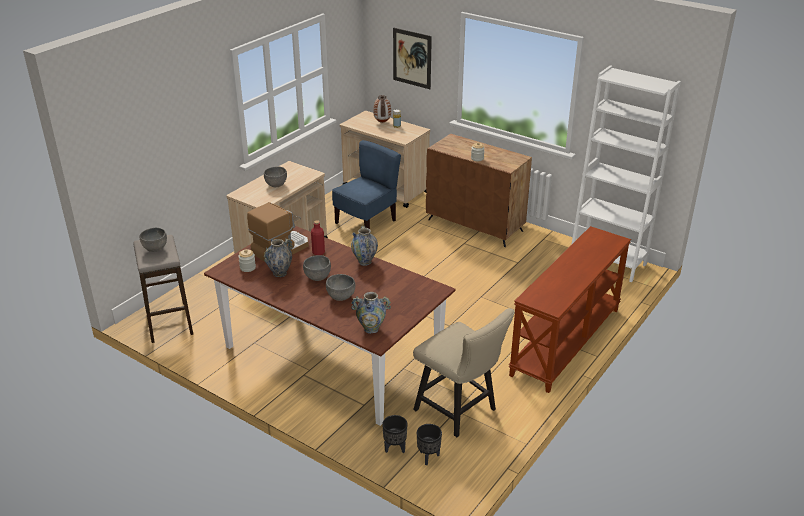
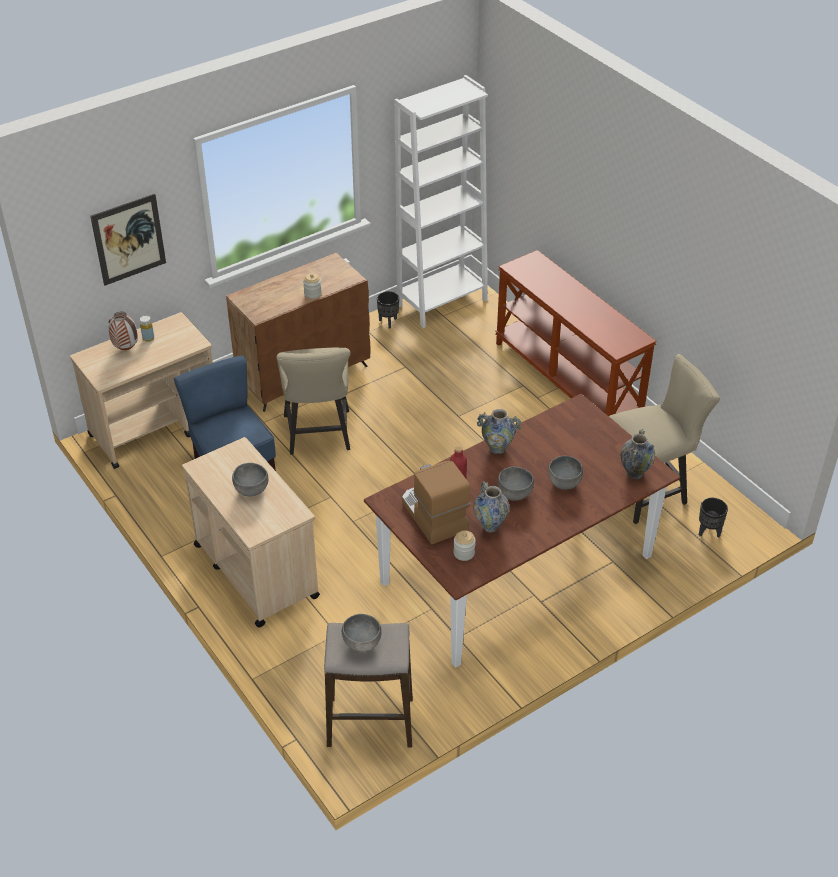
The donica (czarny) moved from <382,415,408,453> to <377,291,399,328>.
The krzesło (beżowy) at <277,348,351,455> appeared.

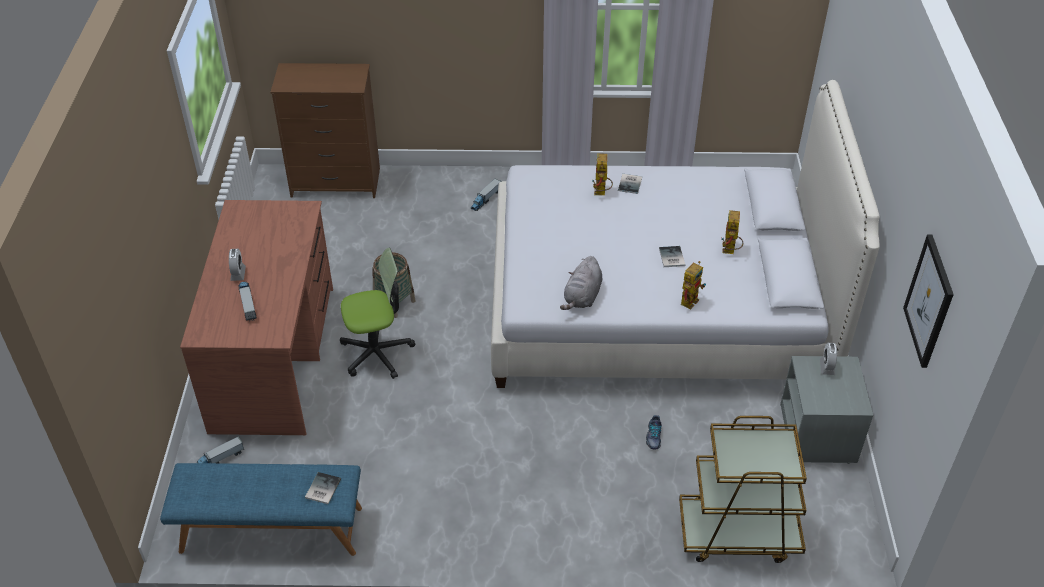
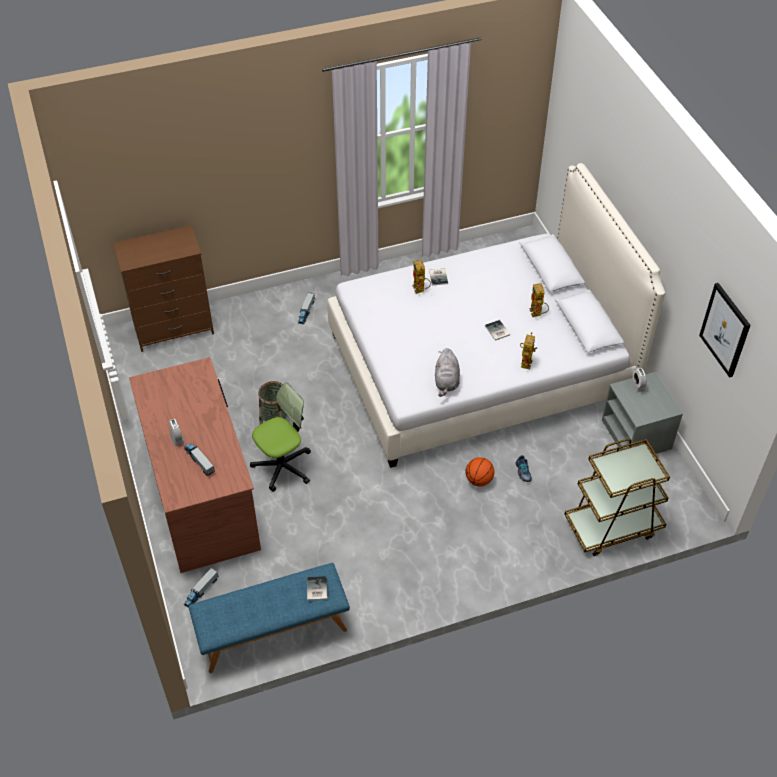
The piłka do koszykówki at <465,457,495,486> appeared.

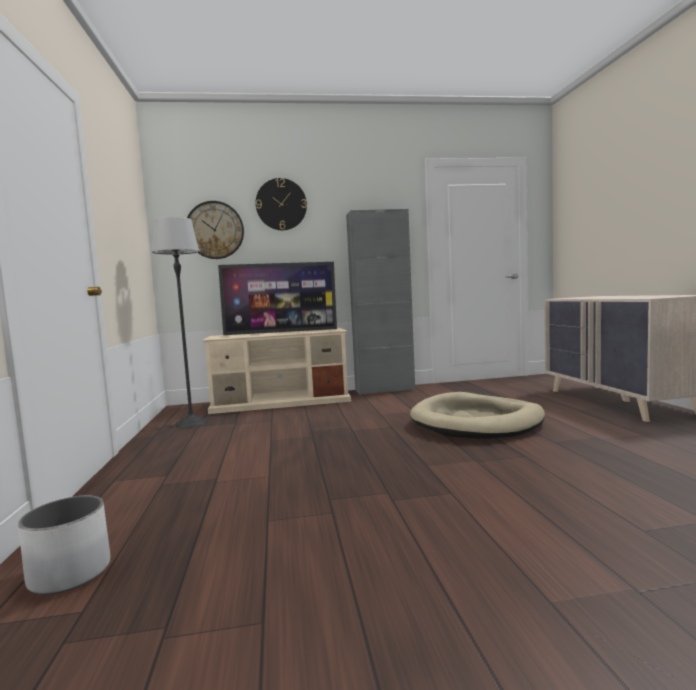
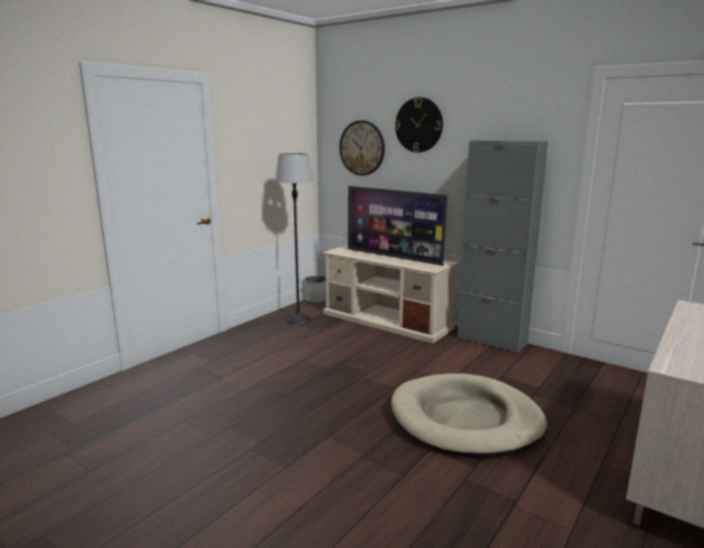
The donica (biały) moved from <18,495,110,595> to <304,276,326,303>.

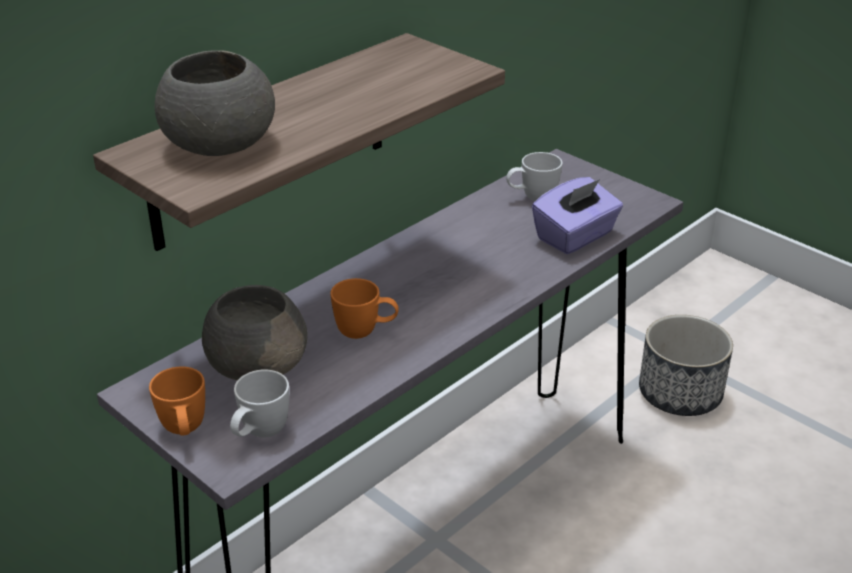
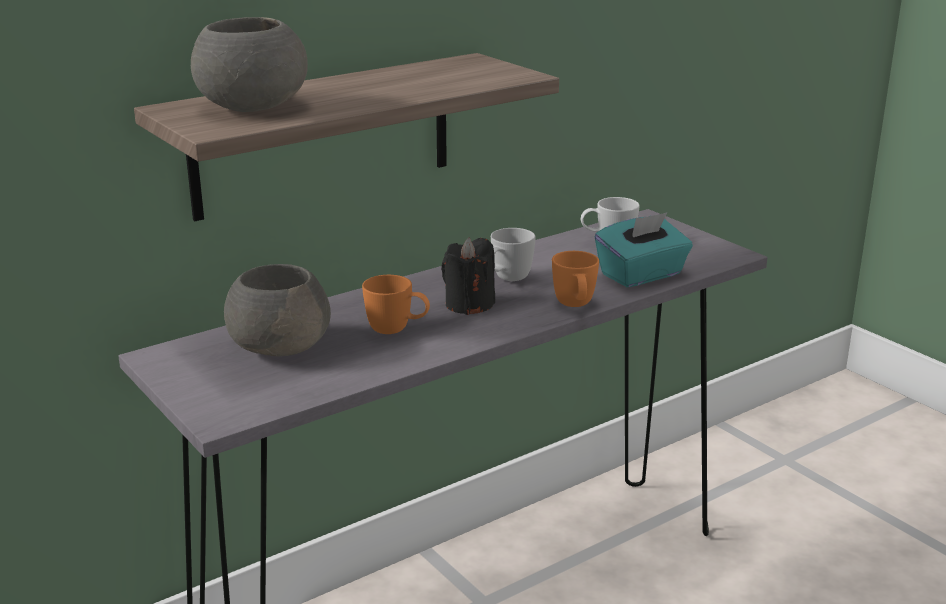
The pudełko chusteczek (fioletowy) at <532,177,623,254> became the pudełko chusteczek (turkusowy) at <595,212,693,287>.
The donica at <639,315,733,416> disappeared.
The kubek (pomarańczowy) moved from <149,367,205,436> to <552,251,599,307>.
The kubek (biały) moved from <230,370,289,438> to <491,228,536,281>.
The świeca (czarny) at <441,237,495,315> appeared.

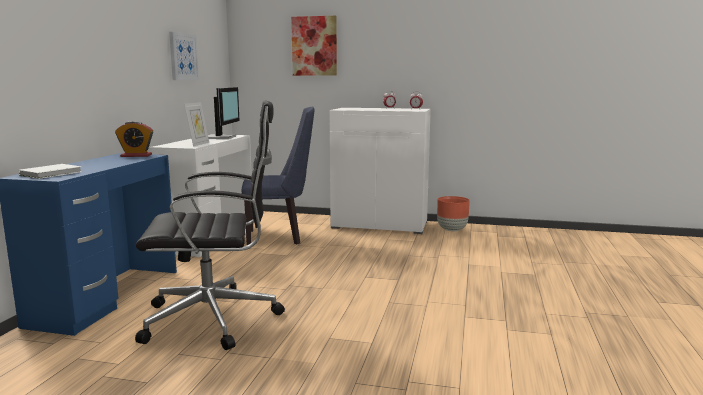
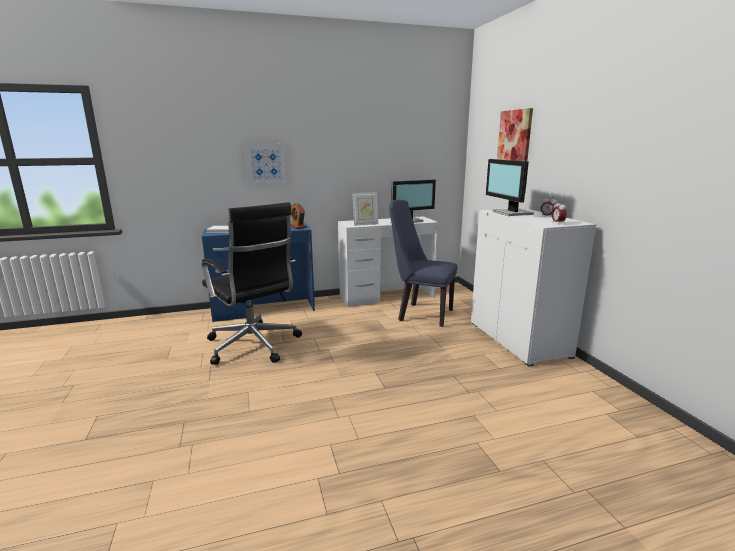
The obraz moved from <169,32,199,80> to <245,144,287,185>.
The krzesło (niebieski) at <242,107,315,245> turned 150 degrees clockwise.
The donica (brązowy) at <437,196,470,231> disappeared.
The monitor at <486,159,534,216> appeared.

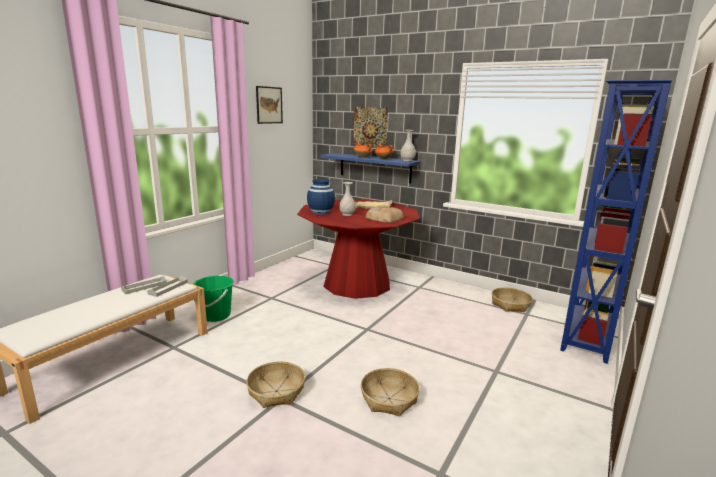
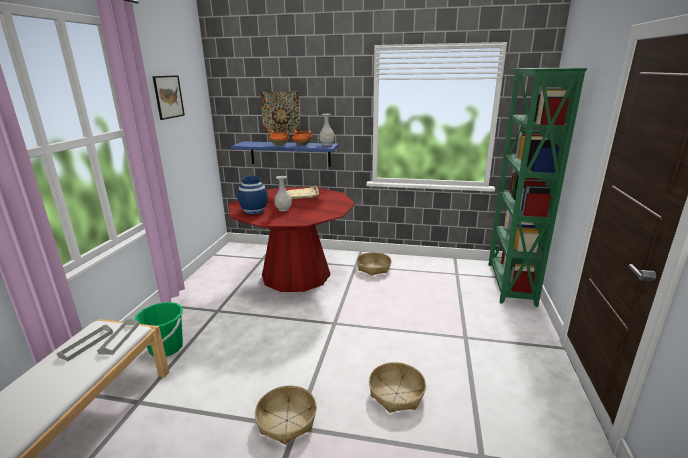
The regał (niebieski) at <560,80,672,364> became the regał (zielony) at <488,68,587,307>.
The chleb at <366,206,404,223> disappeared.
The koszyk moved from <492,287,533,312> to <357,252,392,276>.

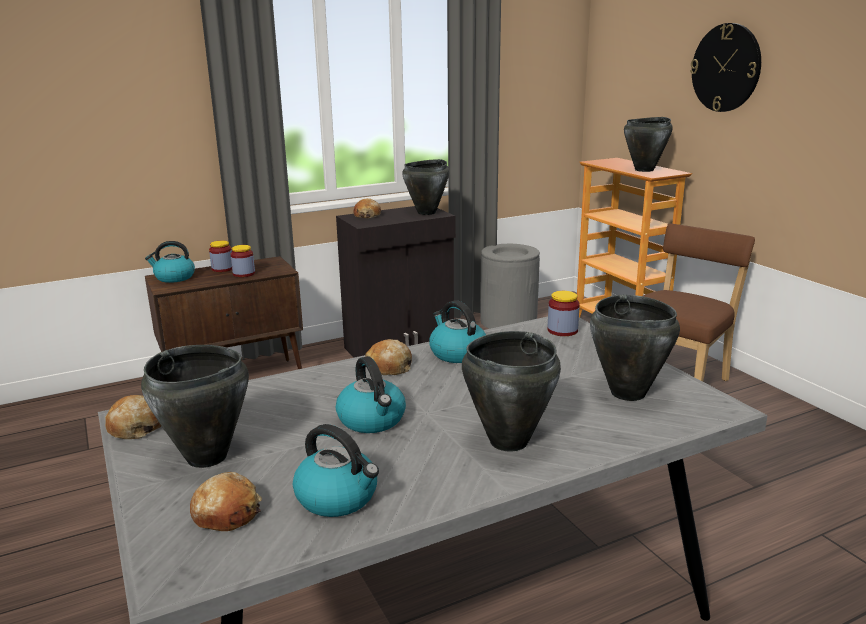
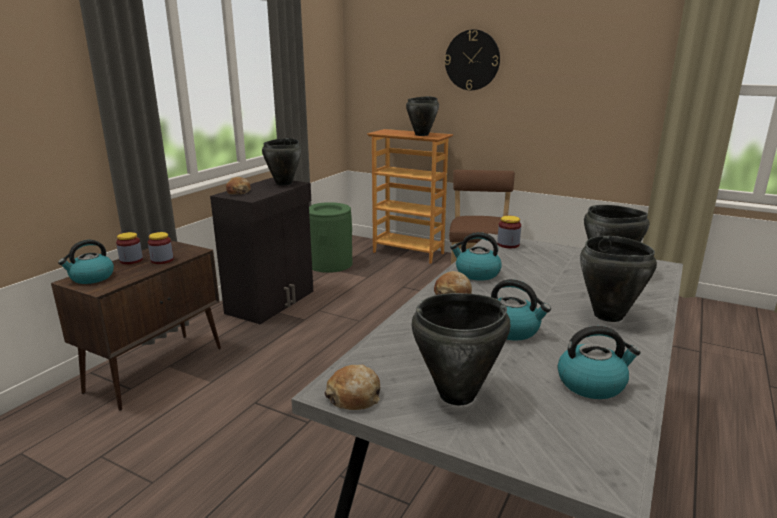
The kosz na śmieci (szary) at <480,244,540,329> became the kosz na śmieci (zielony) at <309,202,352,273>.
The chleb at <190,472,262,531> disappeared.

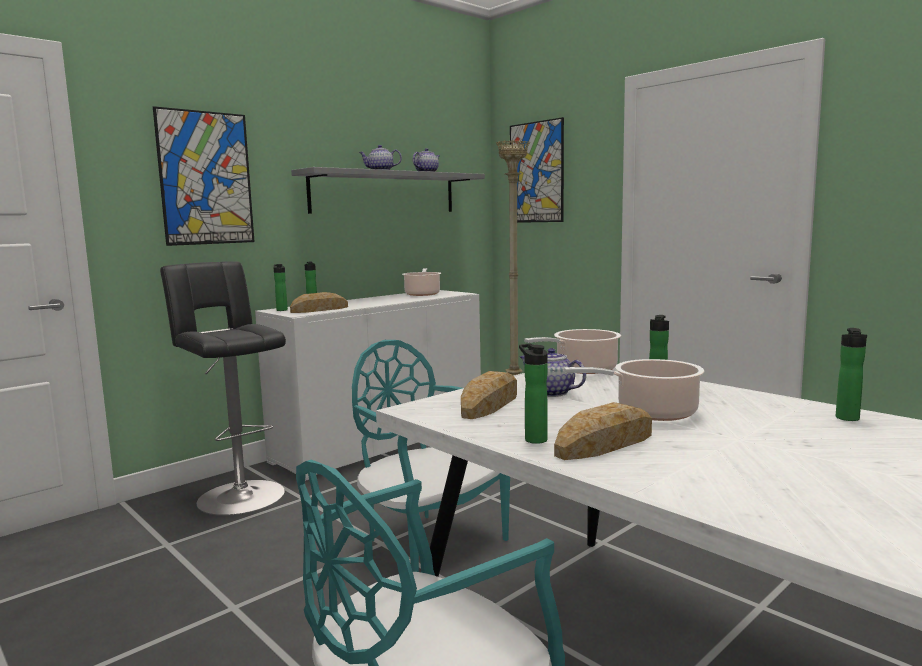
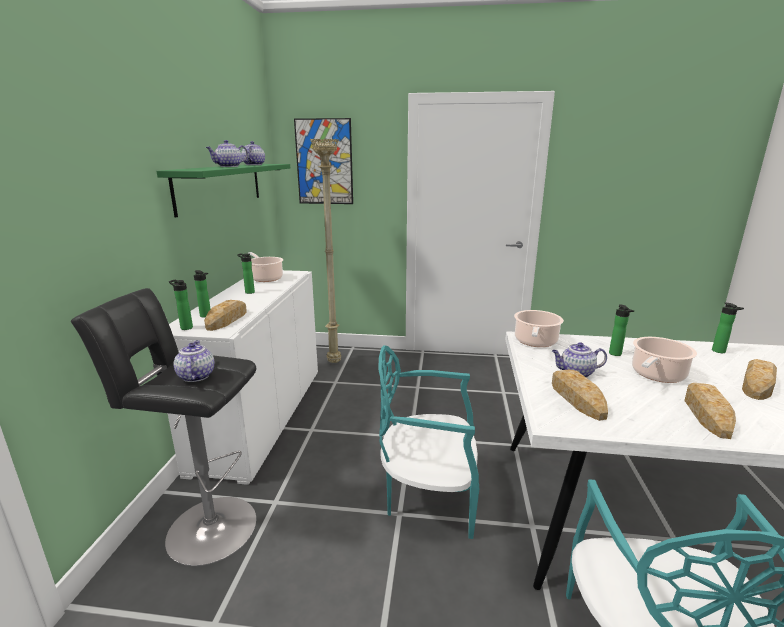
The obraz at <153,106,255,246> disappeared.
The półka (szary) at <291,167,485,214> became the półka (zielony) at <157,164,290,217>.
The butelka moved from <519,344,548,444> to <237,253,255,294>.
The imbryk at <174,341,214,382> appeared.
The chleb at <742,359,777,400> appeared.

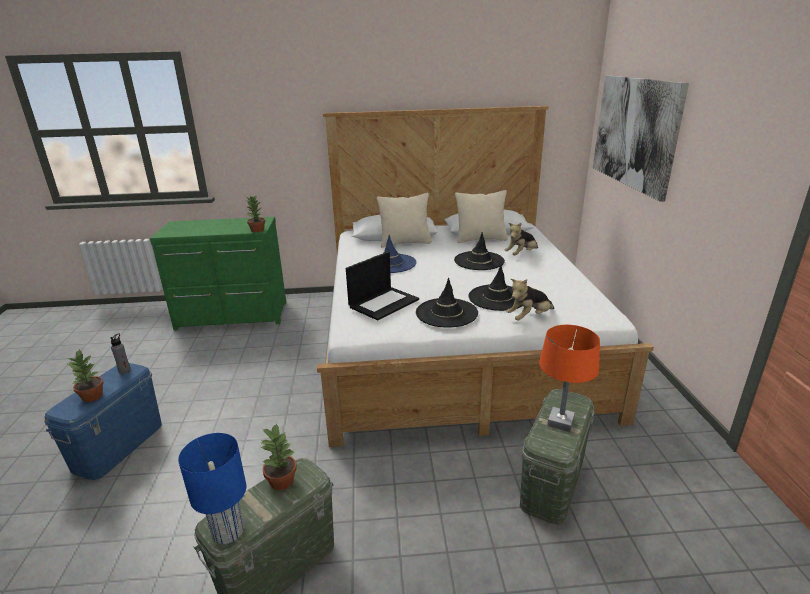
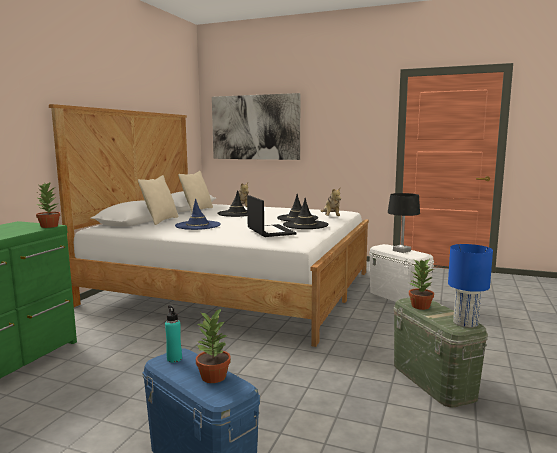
The lampa stołowa (pomarańczowy) at <539,325,600,432> became the lampa stołowa (czarny) at <388,193,420,253>.
The butelka (szary) at <110,333,131,374> became the butelka (turkusowy) at <165,305,182,363>.
The pojemnik do przechowywania (zielony) at <520,389,594,525> became the pojemnik do przechowywania (biały) at <369,244,434,302>.

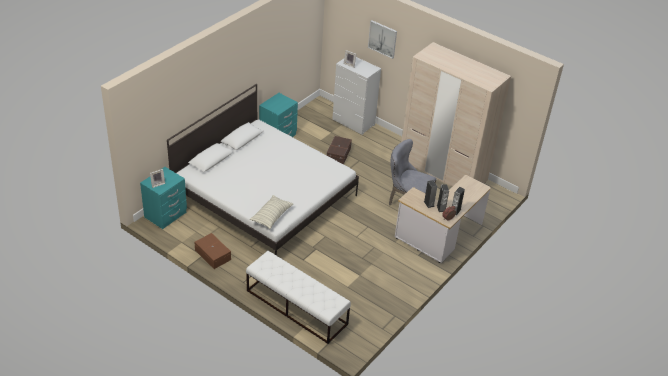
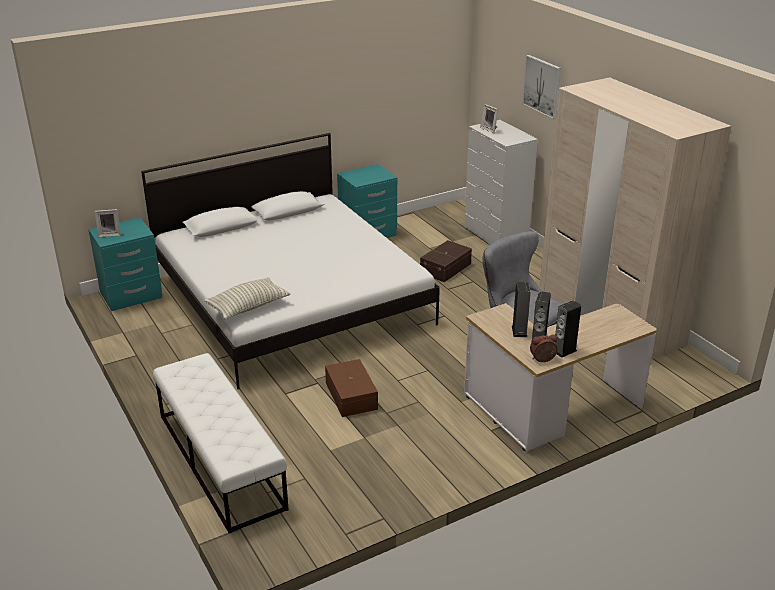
The pojemnik do przechowywania (brązowy) moved from <194,233,231,269> to <325,359,378,417>.

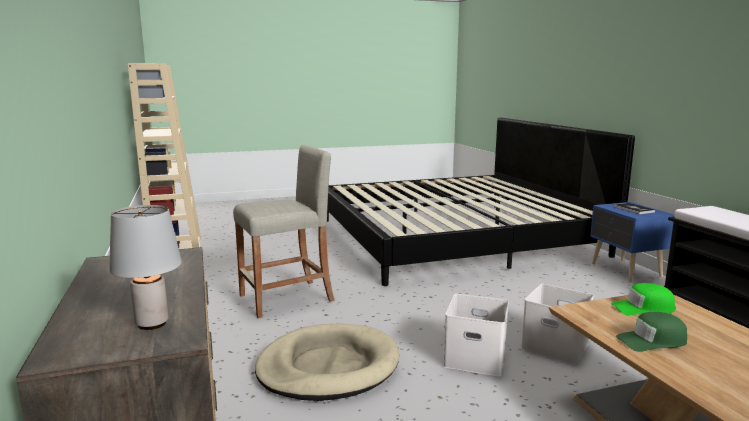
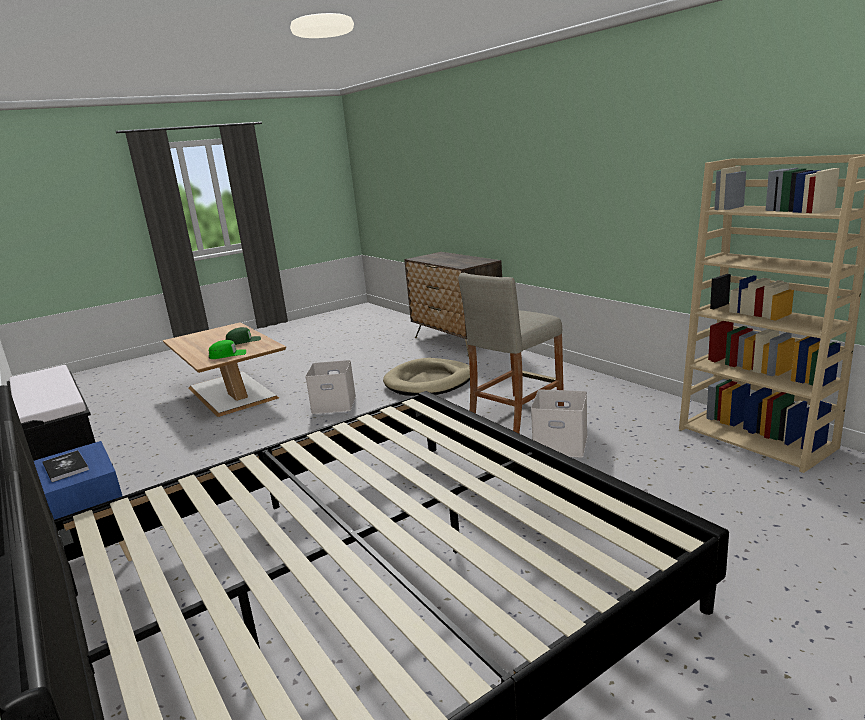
The lampa stołowa (szary) at <109,205,182,330> disappeared.
The pojemnik do przechowywania (biały) moved from <521,284,594,365> to <531,389,588,458>.

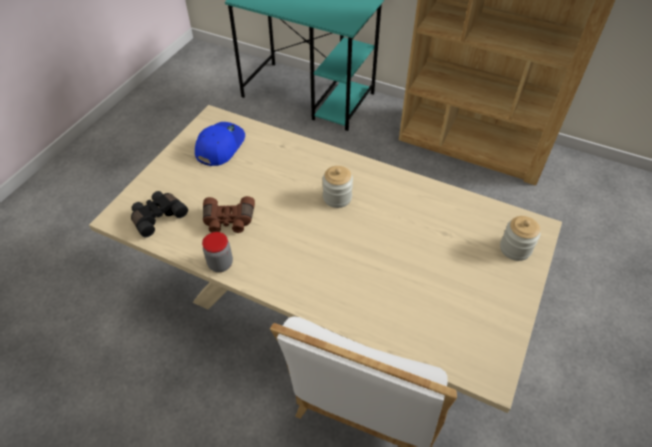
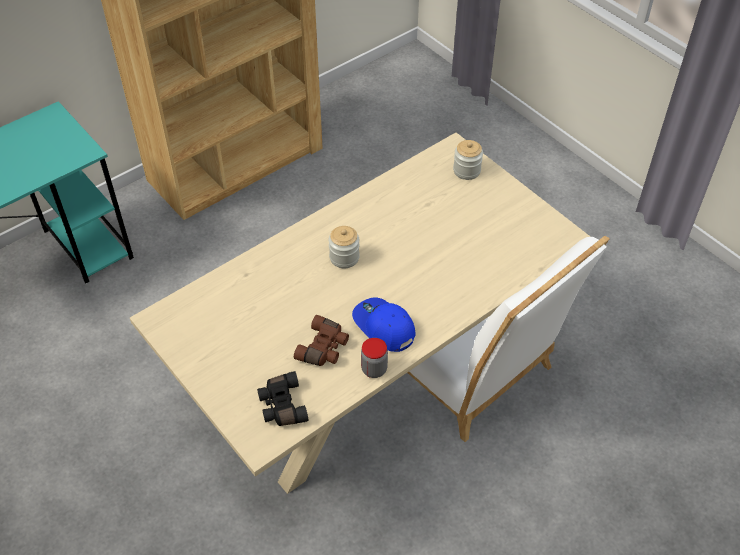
The czapka z daszkiem (niebieski) moved from <195,122,245,166> to <352,297,415,352>.

